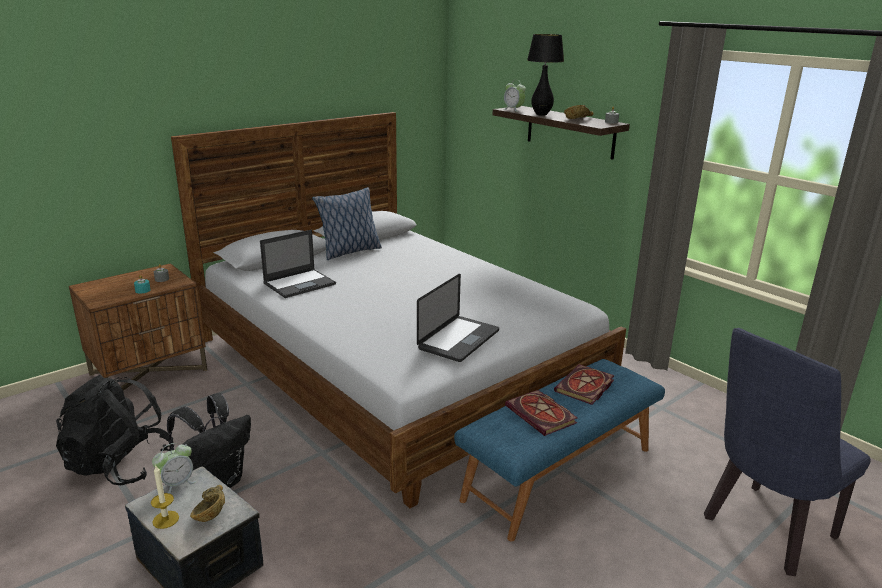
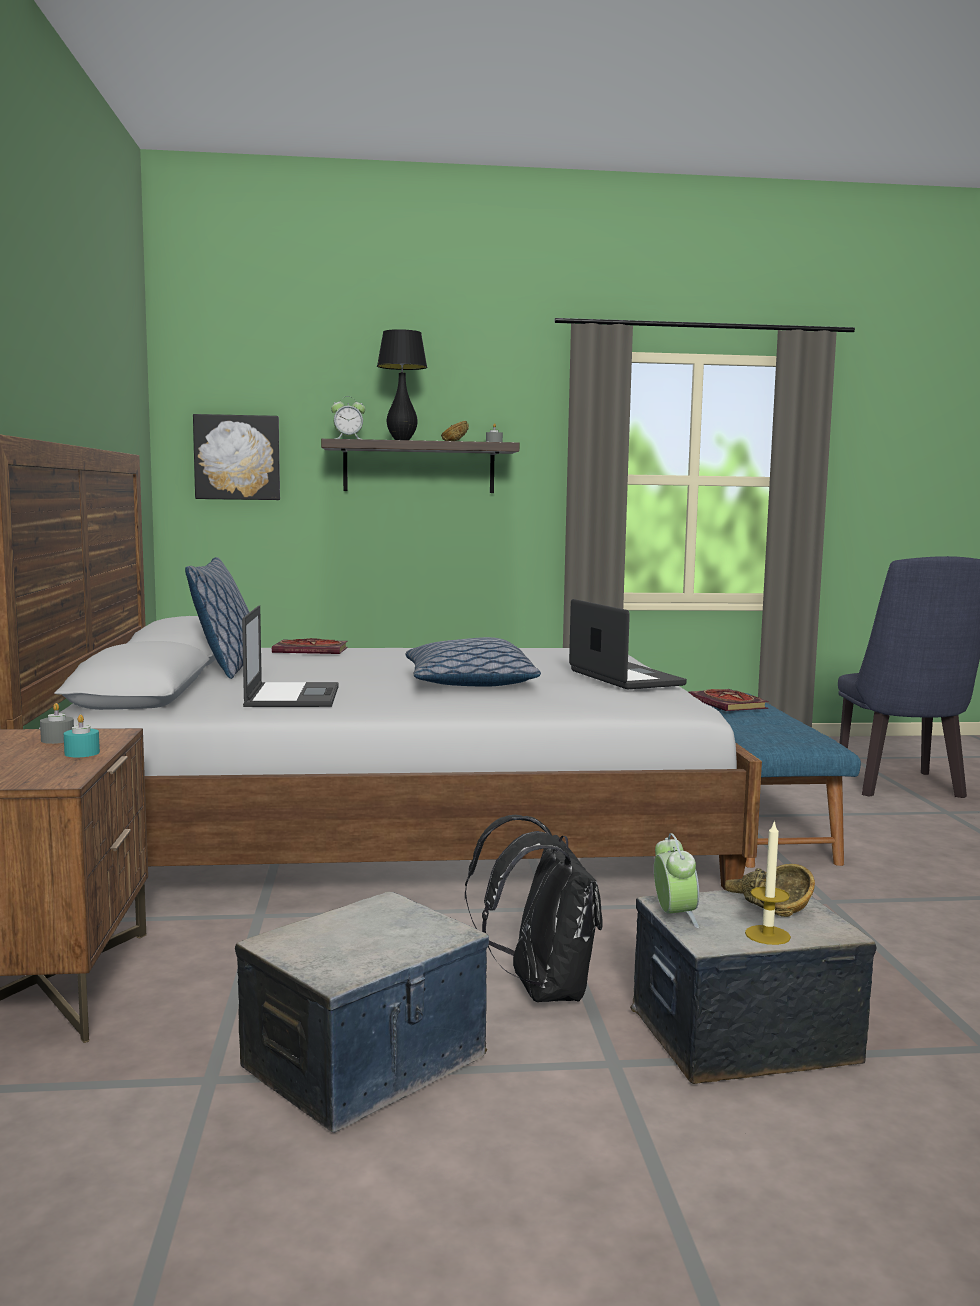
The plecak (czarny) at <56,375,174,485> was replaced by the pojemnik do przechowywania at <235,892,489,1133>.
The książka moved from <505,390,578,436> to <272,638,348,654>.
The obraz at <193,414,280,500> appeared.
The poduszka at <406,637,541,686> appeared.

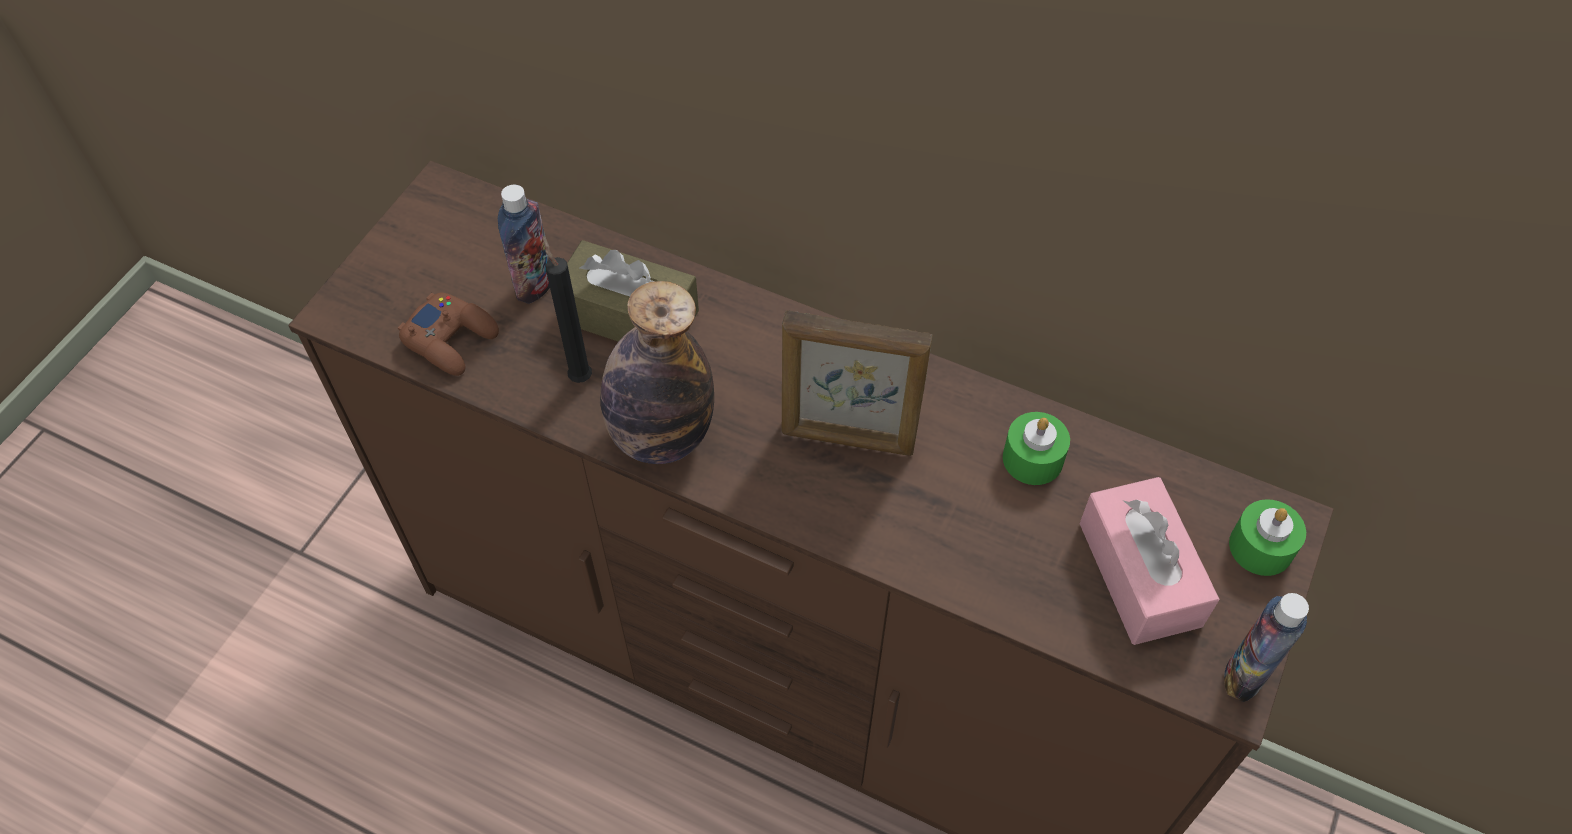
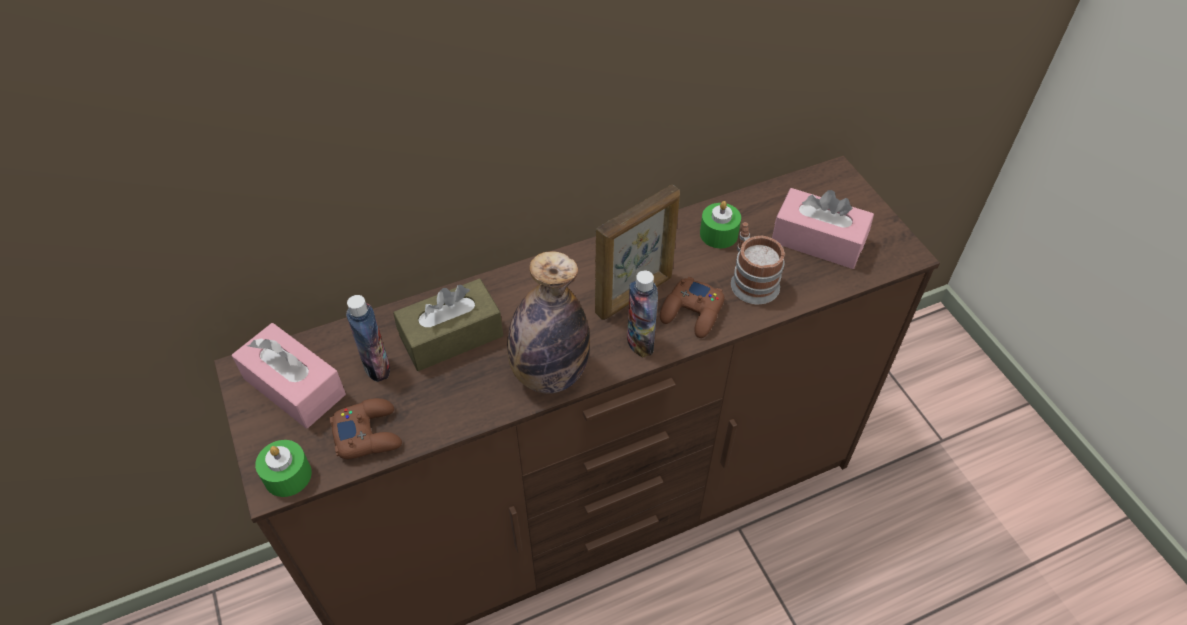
The świeca (czarny) at <542,236,592,383> disappeared.
The świeca (zielony) moved from <1229,499,1306,576> to <255,440,312,497>.
The butelka moved from <1224,593,1309,702> to <627,271,658,358>.
The kubek at <731,222,785,304> appeared.
The pad do gier (brązowy) at <660,277,725,338> appeared.
The pudełko chusteczek (różowy) at <232,323,346,429> appeared.

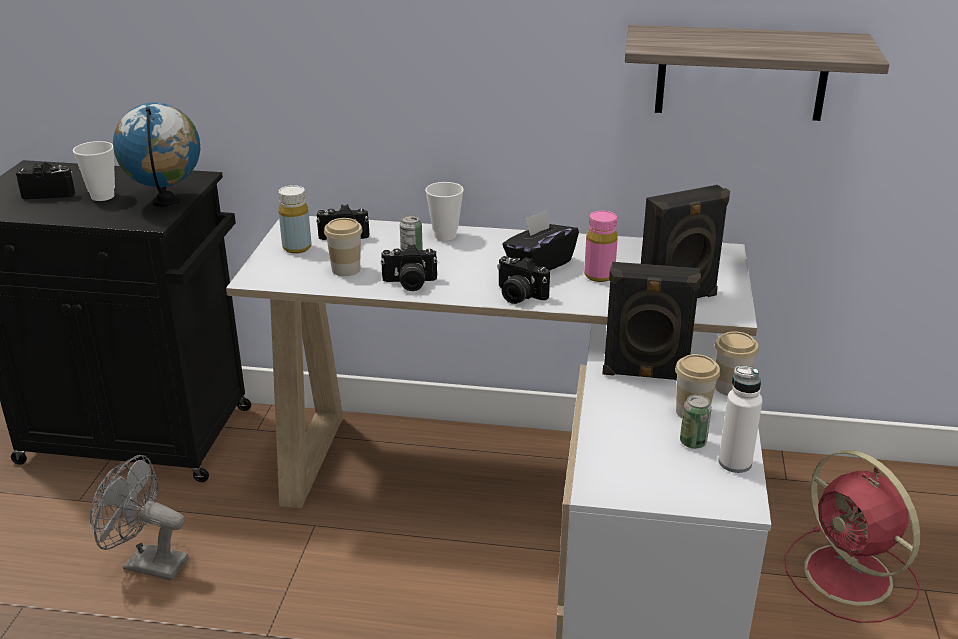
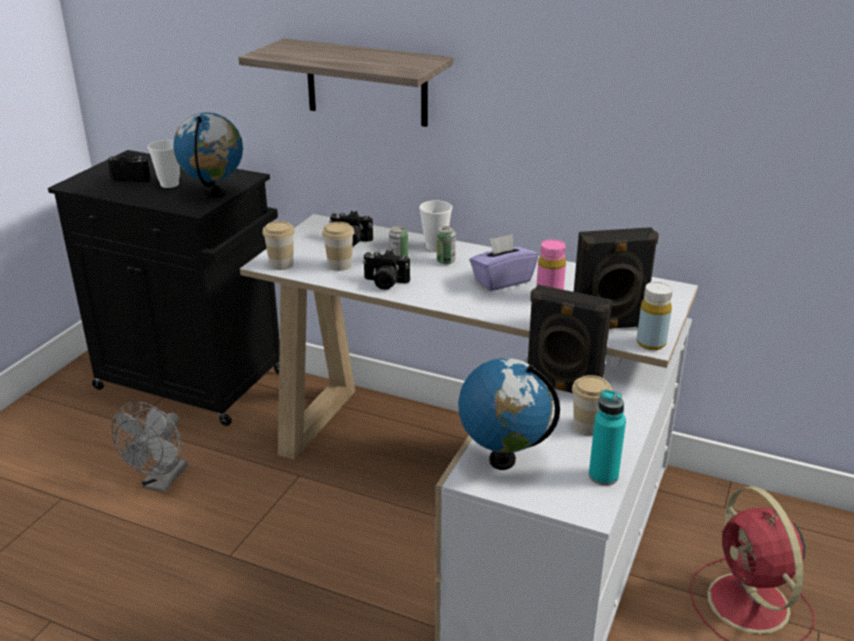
The półka moved from <625,25,889,121> to <239,38,453,127>.
The butelka (żółty) moved from <278,185,312,253> to <637,282,673,350>.
The pudełko chusteczek (czarny) at <502,210,579,271> became the pudełko chusteczek (fioletowy) at <469,234,539,291>.
The aparat fotograficzny at <497,256,550,304> disappeared.
The filiżanka moved from <715,331,759,396> to <262,221,295,270>.
The butelka (biały) at <718,366,763,473> became the butelka (turkusowy) at <589,390,626,486>.
The puszka moved from <680,394,712,449> to <437,226,456,265>.
The wentylator (szary) at <90,455,189,581> turned 105 degrees counterclockwise.
The globus at <458,358,560,470> appeared.

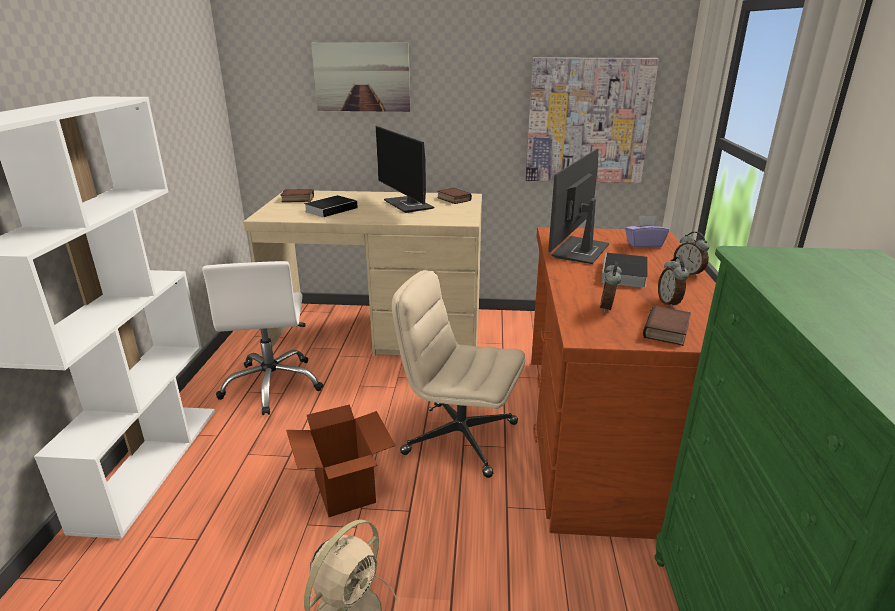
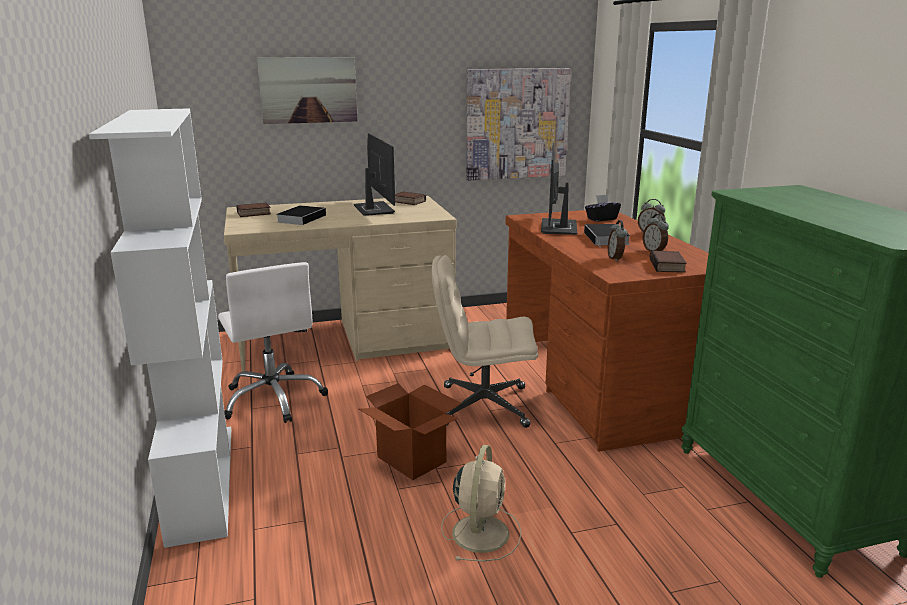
The monitor at <376,126,435,213> turned 150 degrees counterclockwise.
The pudełko chusteczek (fioletowy) at <625,216,669,248> became the pudełko chusteczek (czarny) at <585,194,621,222>.

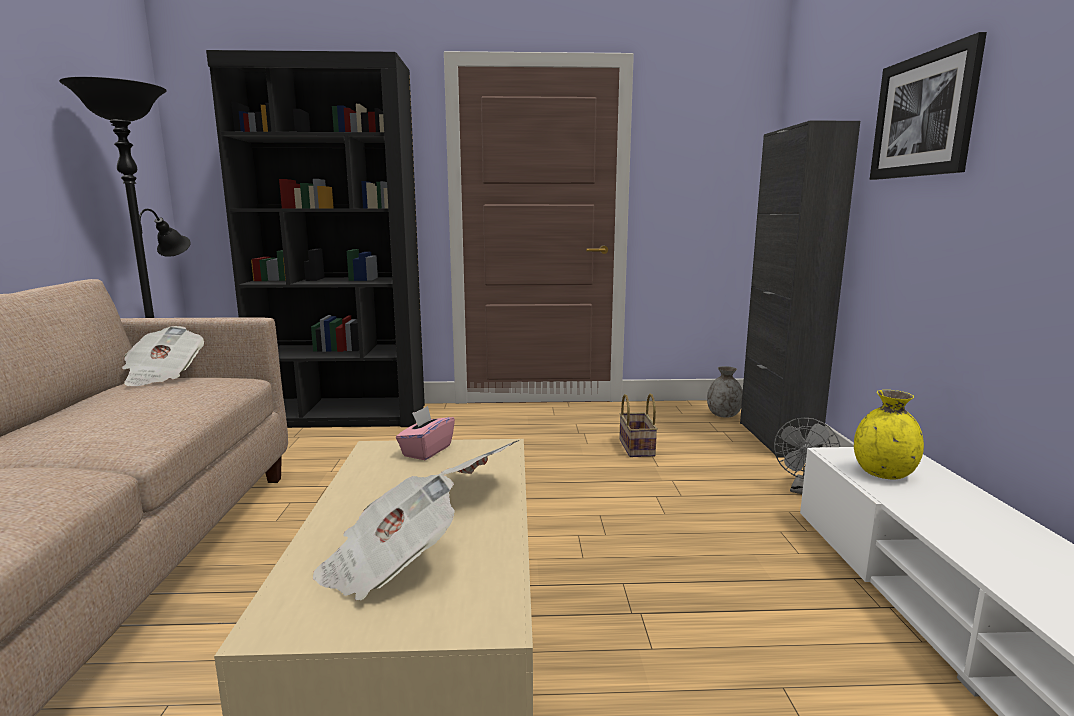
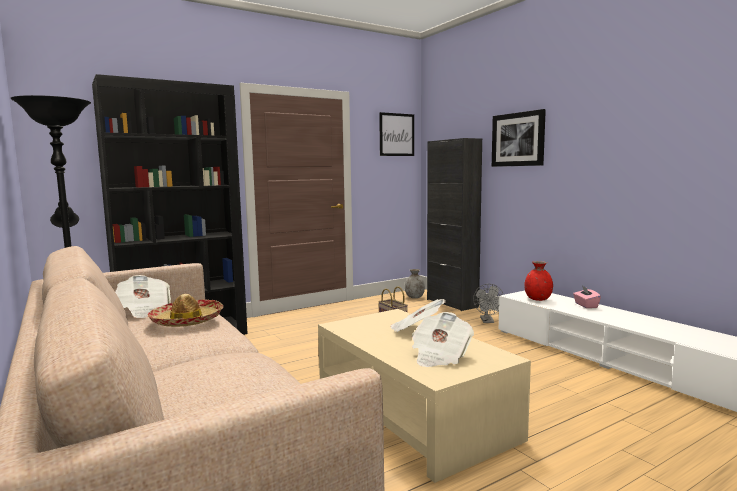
The wazon (żółty) at <854,390,924,479> became the wazon (czerwony) at <524,261,553,301>.
The pudełko chusteczek (różowy) moved from <396,406,455,460> to <573,286,601,308>.
The obraz at <379,112,414,156> appeared.
The kapelusz at <148,294,223,327> appeared.

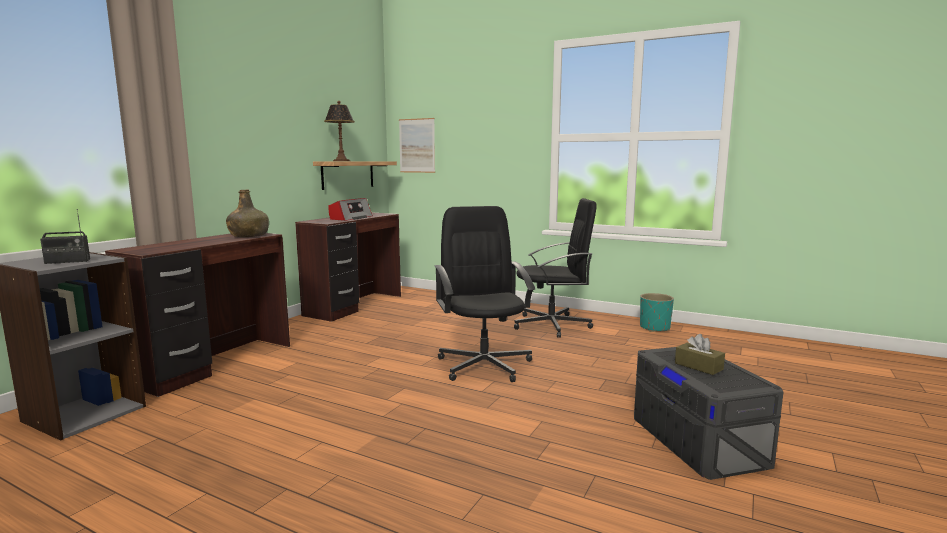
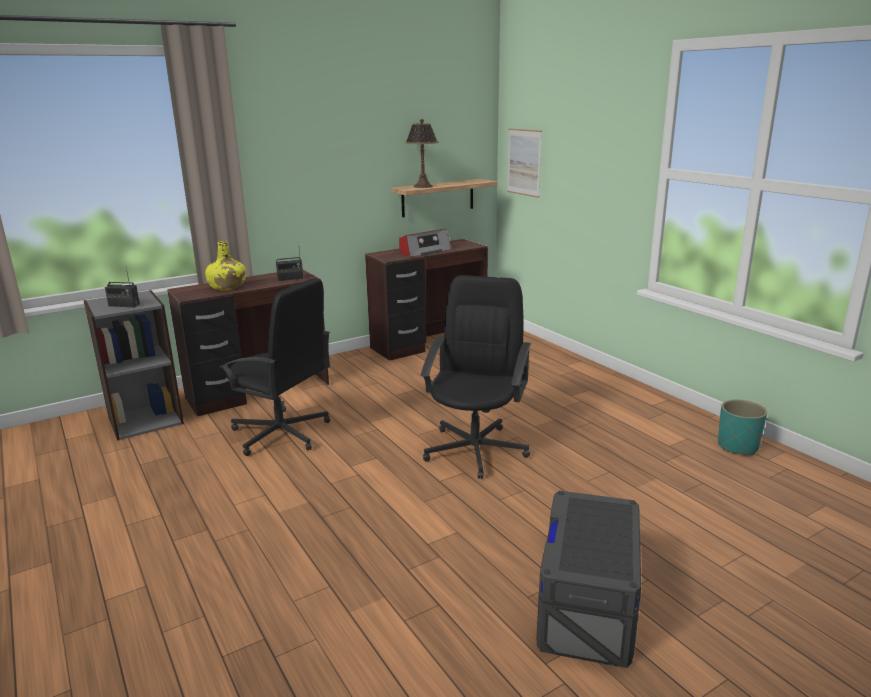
The butelka (zielony) at <226,190,269,237> was replaced by the radio at <276,242,303,281>.
The krzesło biurowe (czarny) moved from <514,198,597,338> to <220,278,330,456>.
The pudełko chusteczek (brązowy) at <675,334,725,375> disappeared.
The butelka (żółty) at <205,241,246,290> appeared.

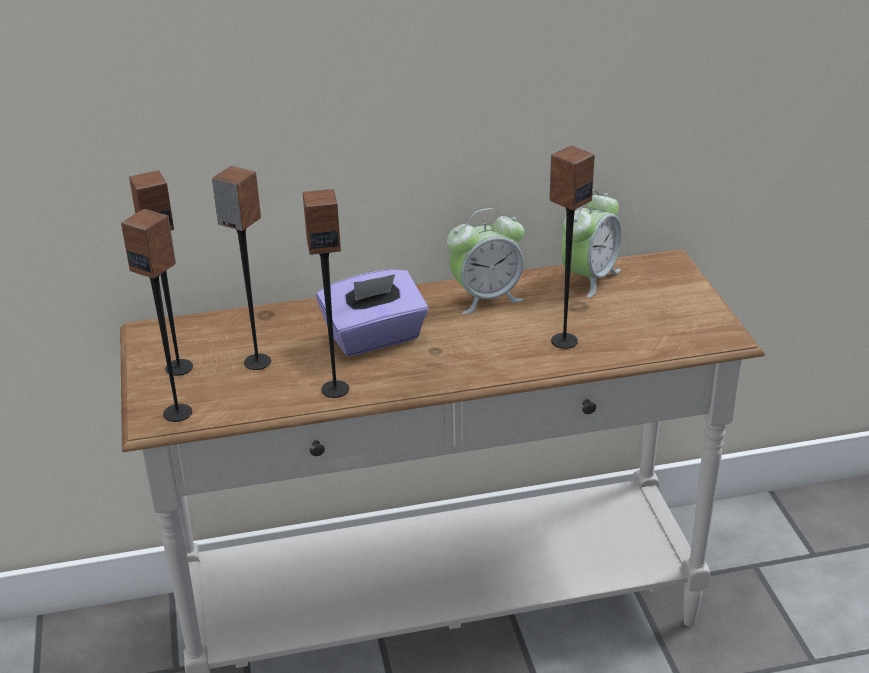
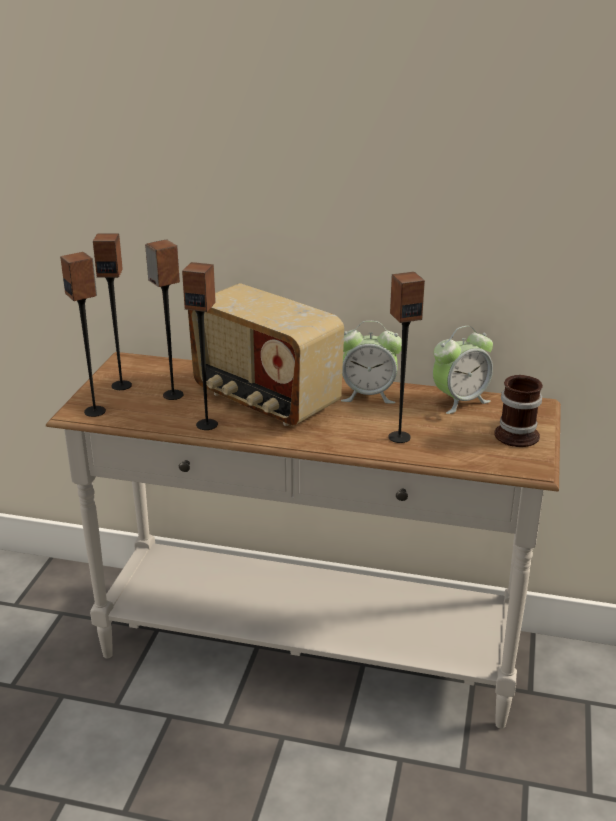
The pudełko chusteczek (fioletowy) at <316,269,428,357> was replaced by the radio at <188,283,344,426>.
The kubek at <494,375,543,447> appeared.

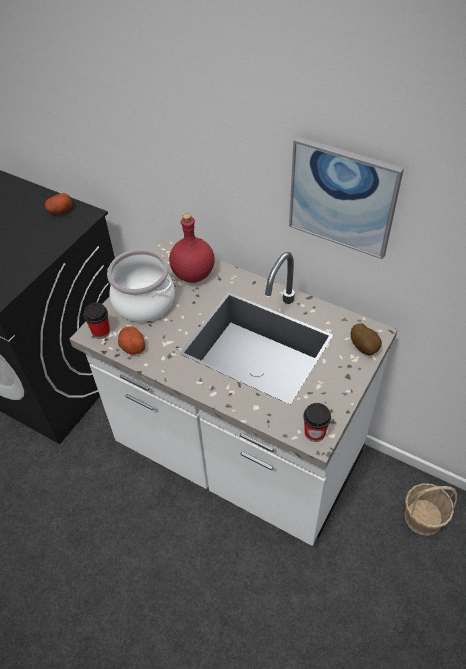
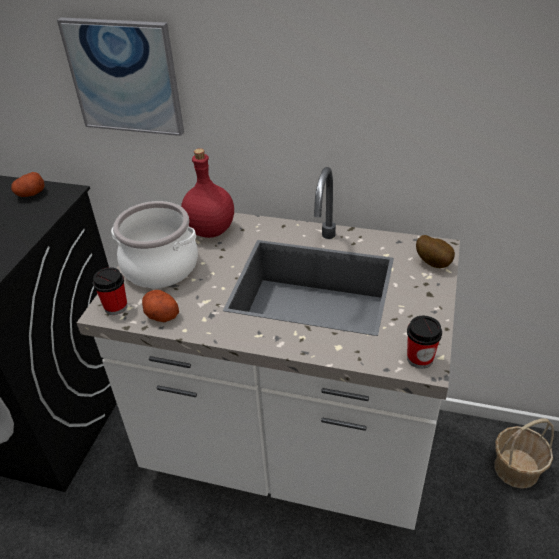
The obraz moved from <289,136,404,259> to <57,17,184,136>.

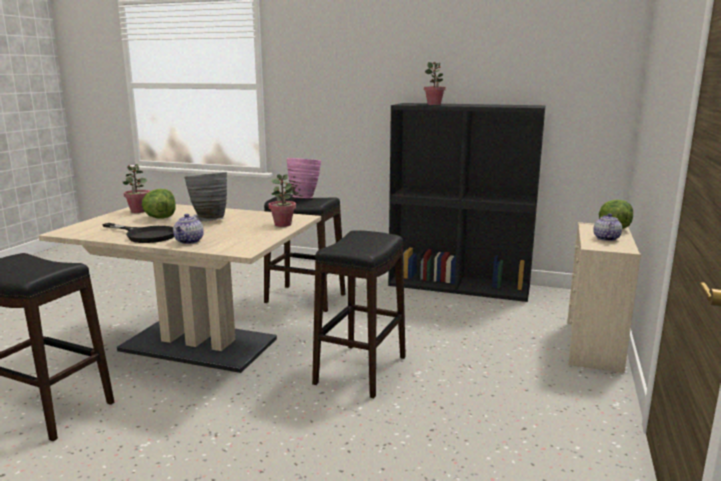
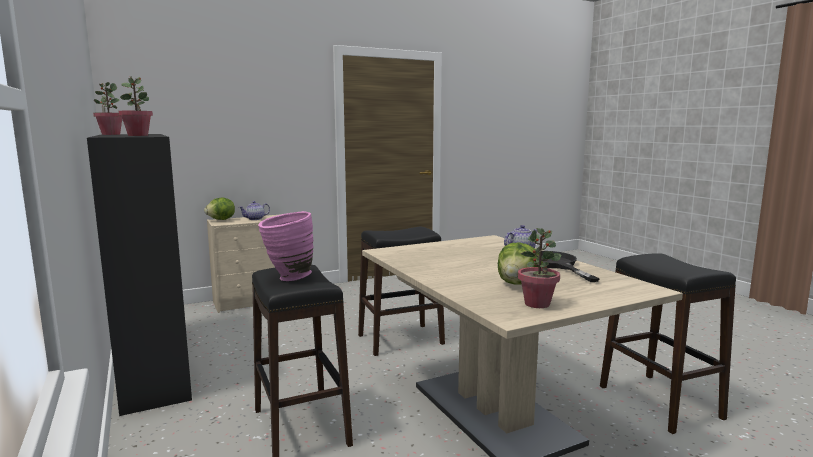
The wazon (szary) at <184,172,227,221> disappeared.
The roślina doniczkowa moved from <268,174,296,227> to <93,82,122,135>.

